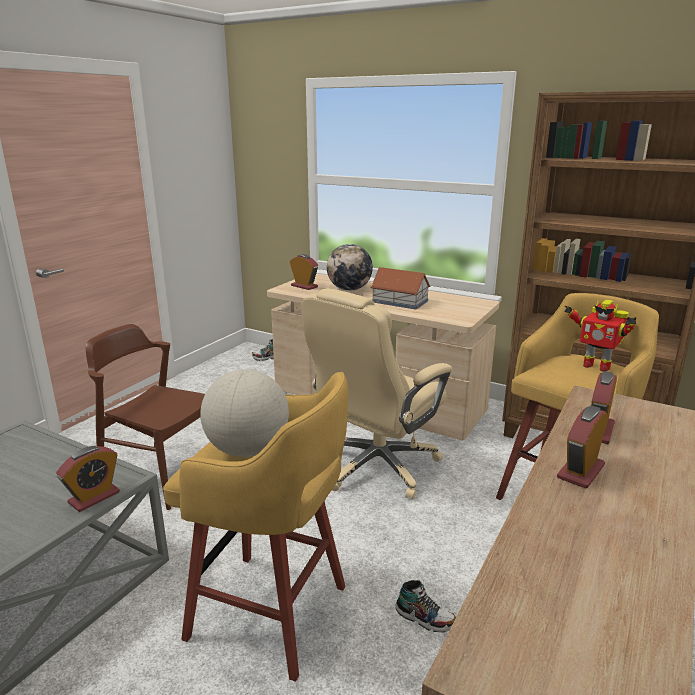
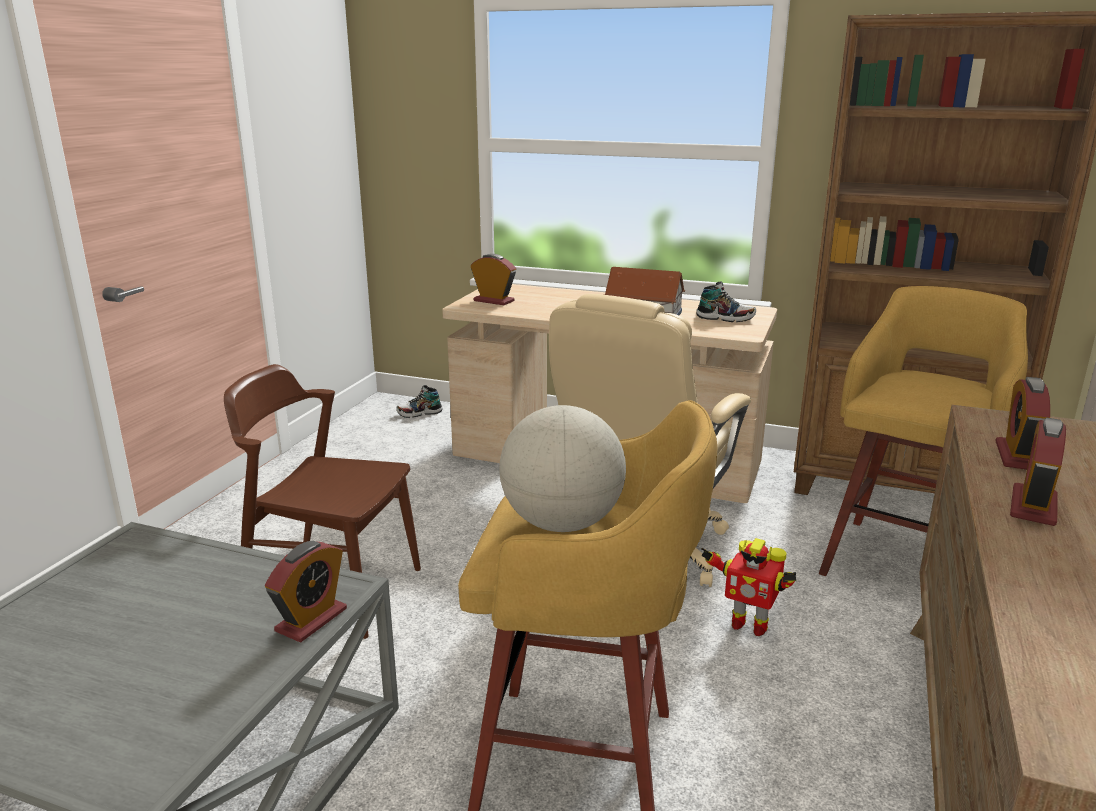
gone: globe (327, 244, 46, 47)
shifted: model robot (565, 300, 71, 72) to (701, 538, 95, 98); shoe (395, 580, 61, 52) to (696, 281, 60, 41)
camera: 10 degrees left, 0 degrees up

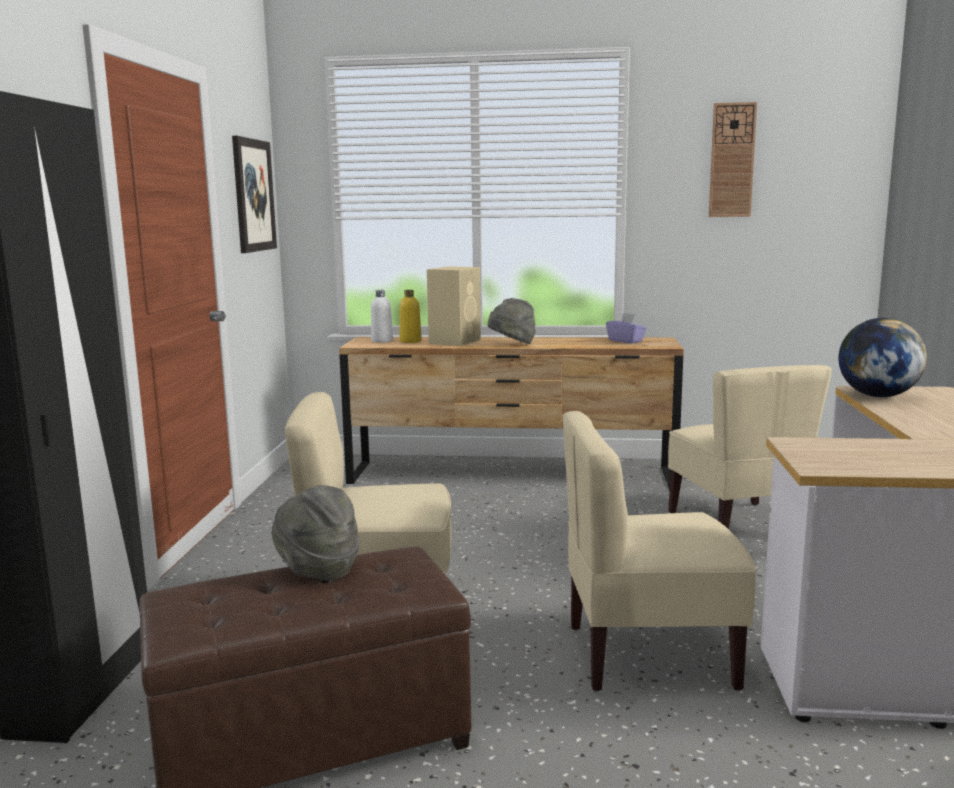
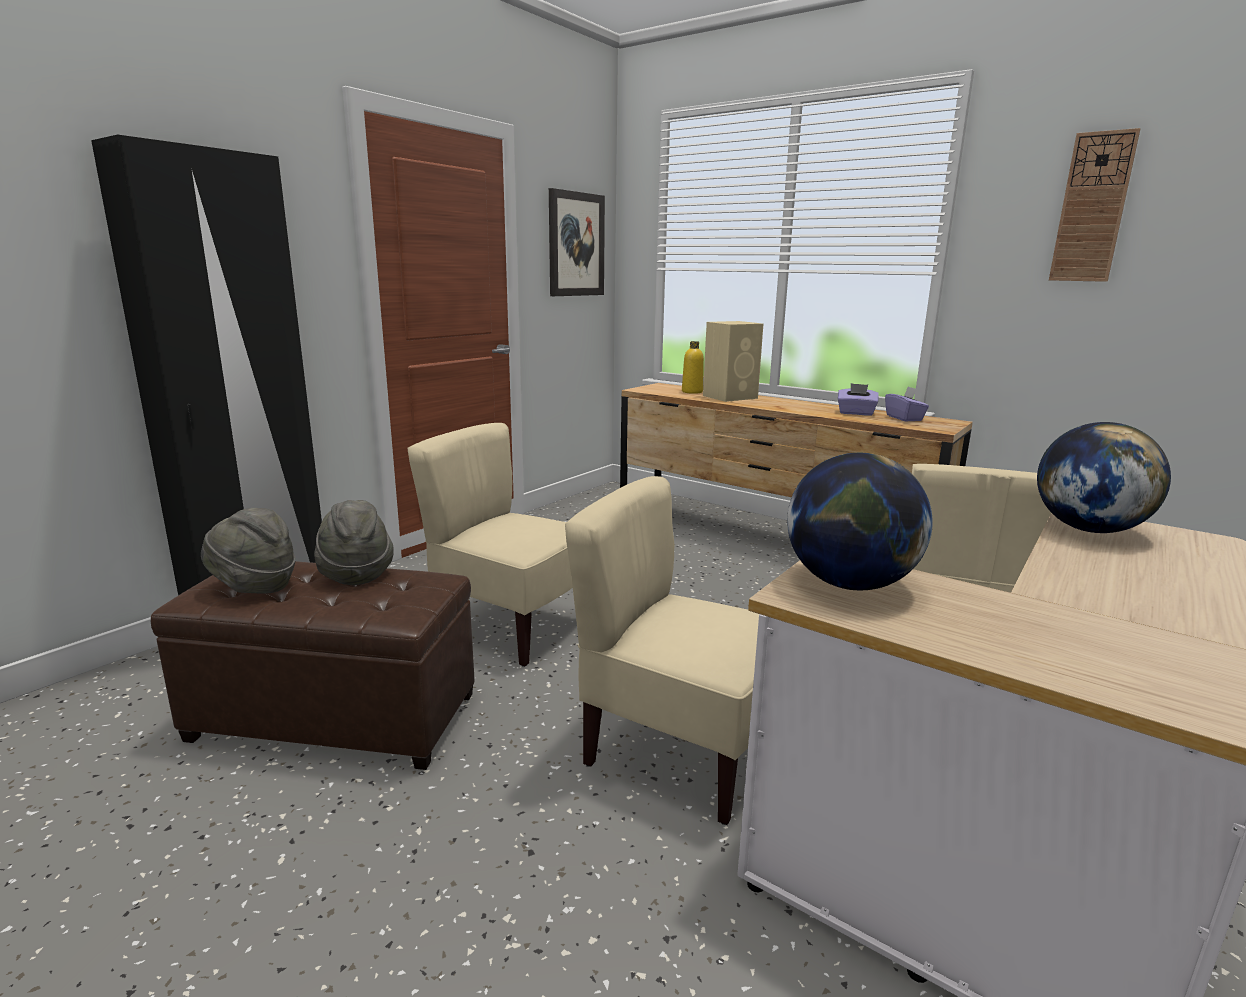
gone: white bottle (371, 290, 22, 53)
new: purplish box of tissues (838, 383, 41, 33); globe (787, 453, 146, 137)
shifted: grey clothing hat (488, 298, 48, 46) to (201, 508, 95, 85)
camera: 30 degrees right, 5 degrees up

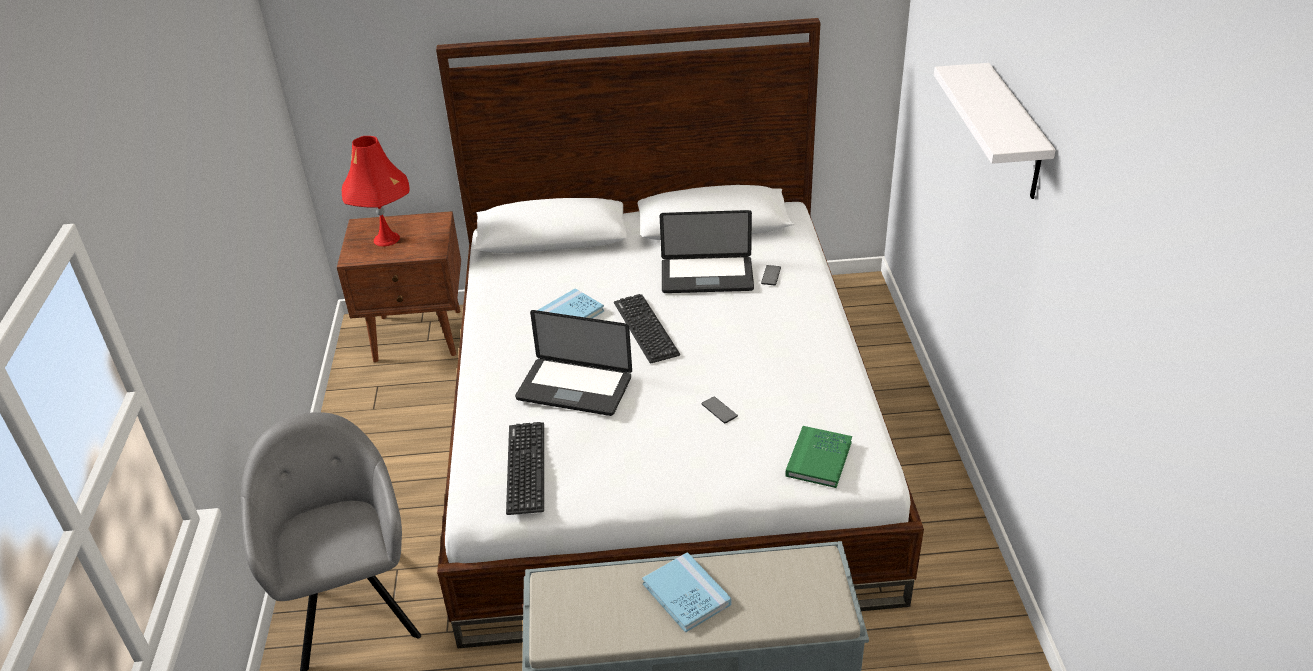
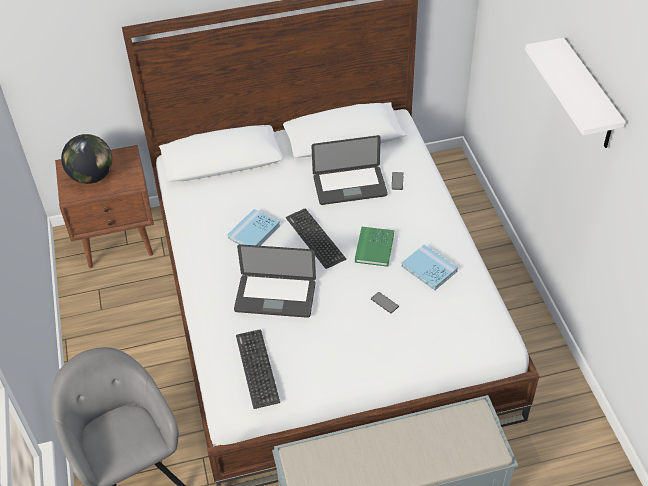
shifted: green book (785, 426, 67, 62) to (355, 227, 39, 40); blue book (642, 552, 90, 81) to (401, 245, 57, 45)
swapped: red table lamp (342, 136, 68, 111) to globe (61, 134, 51, 50)
camera: 10 degrees left, 10 degrees up

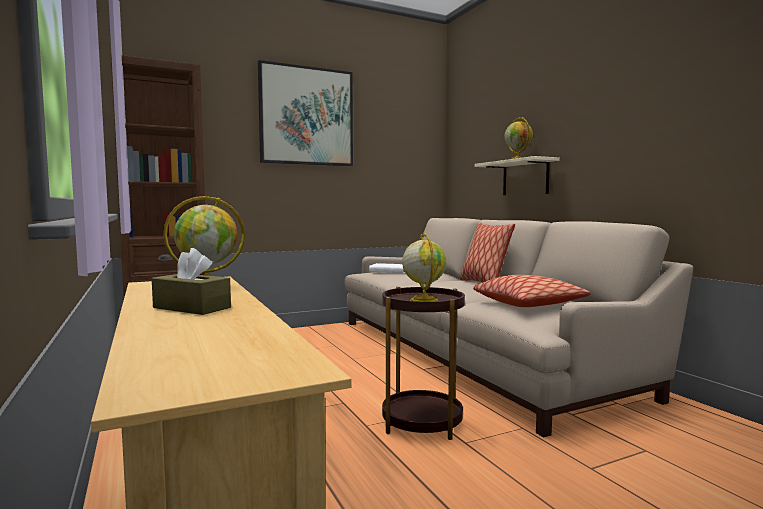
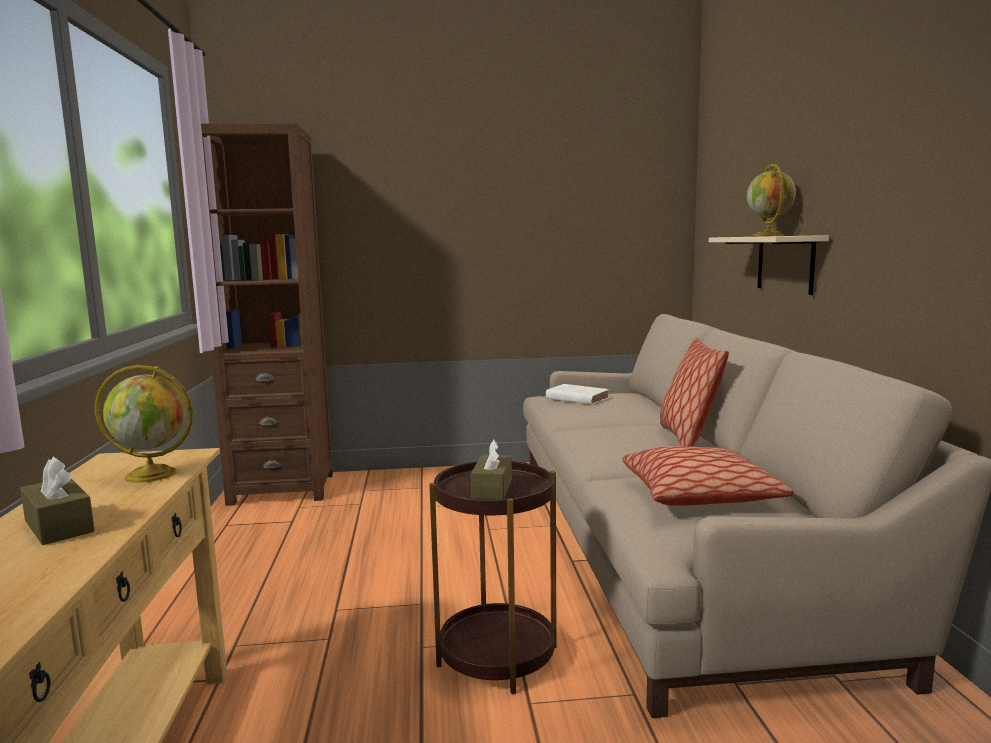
gone: wall picture (258, 60, 95, 106)
swapped: globe (402, 234, 44, 67) to brown box of tissues (471, 439, 41, 60)
camera: 20 degrees right, 5 degrees up

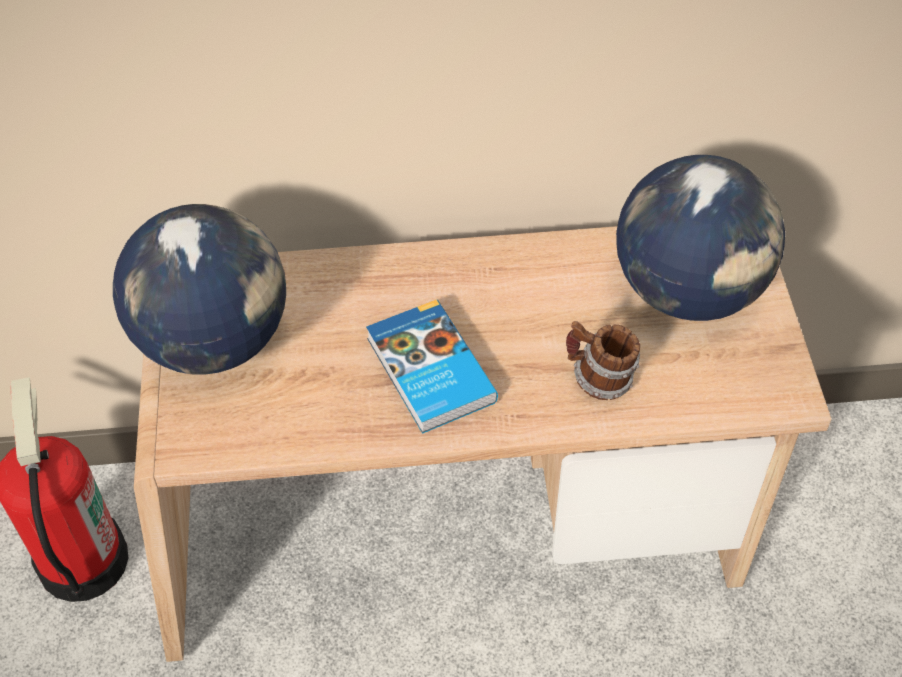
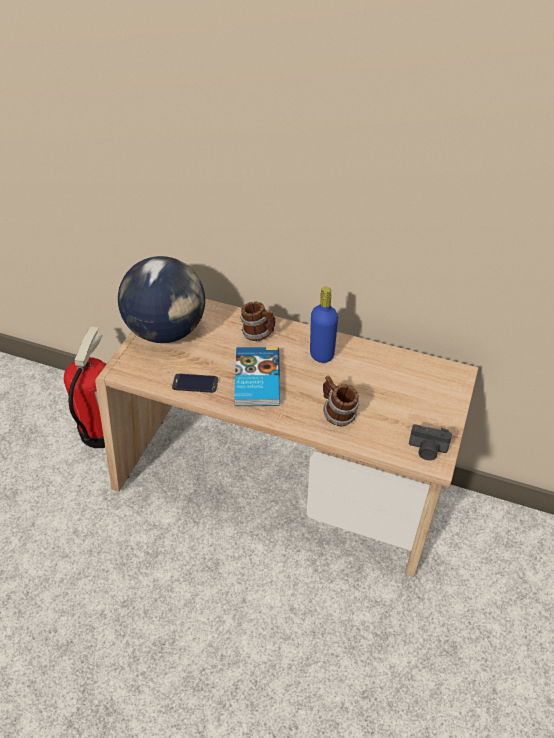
gone: globe (616, 155, 169, 166)
new: blue bottle (310, 287, 28, 76); coffee mug (240, 302, 35, 39); phone (172, 373, 46, 20); still camera (409, 424, 43, 36)
camera: 25 degrees right, 5 degrees down

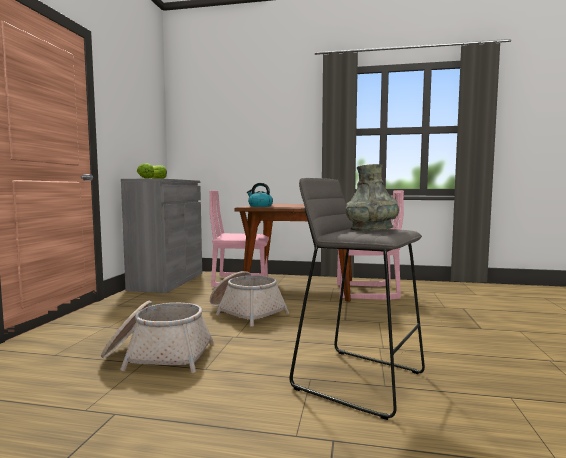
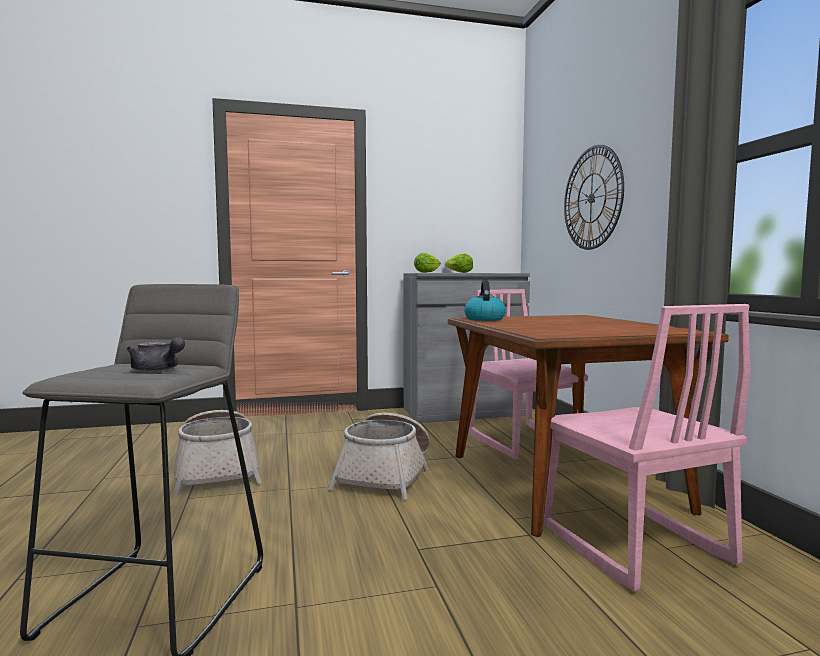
new: wall clock (564, 145, 60, 105)
swapped: grey vase (346, 164, 53, 67) to grey tea pot (126, 337, 59, 34)
camera: 65 degrees right, 0 degrees up

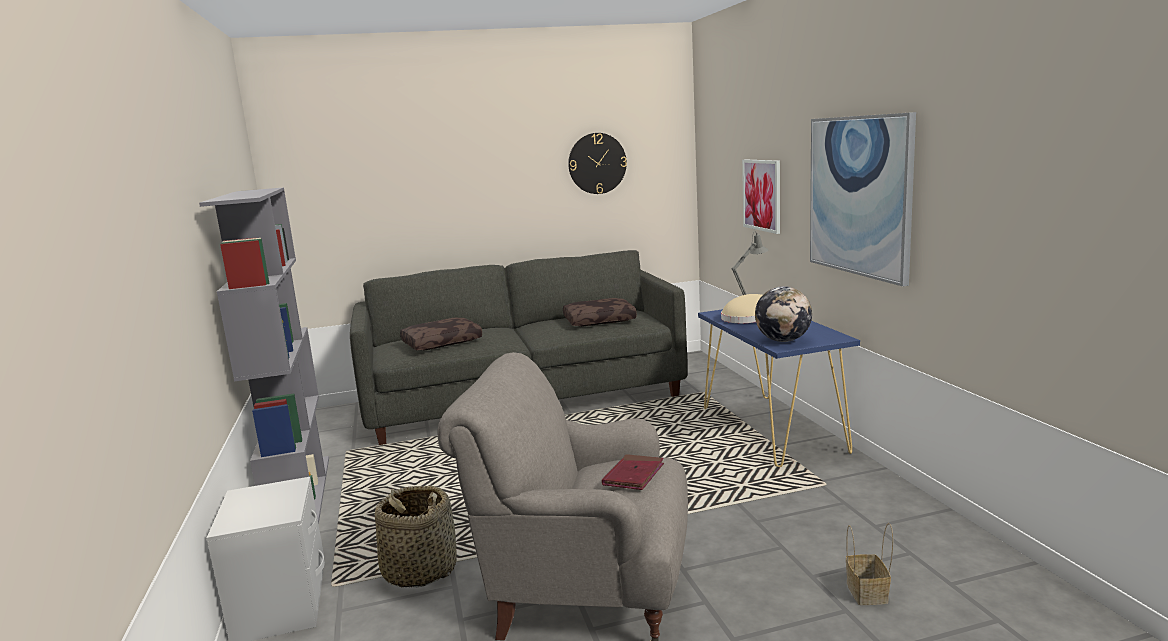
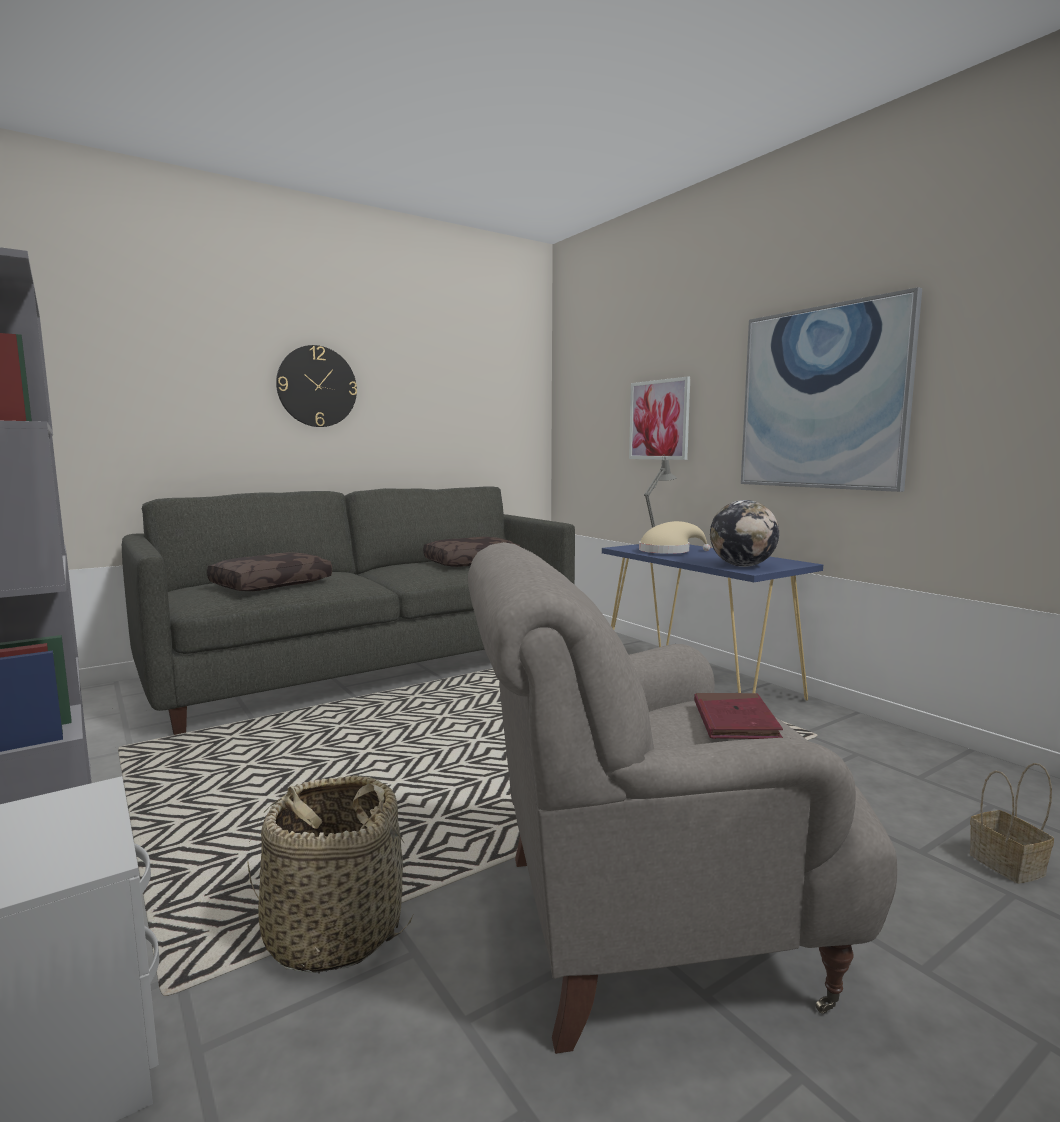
shifted: wall clock (568, 133, 59, 61) to (276, 345, 81, 82)
camera: 20 degrees left, 5 degrees down

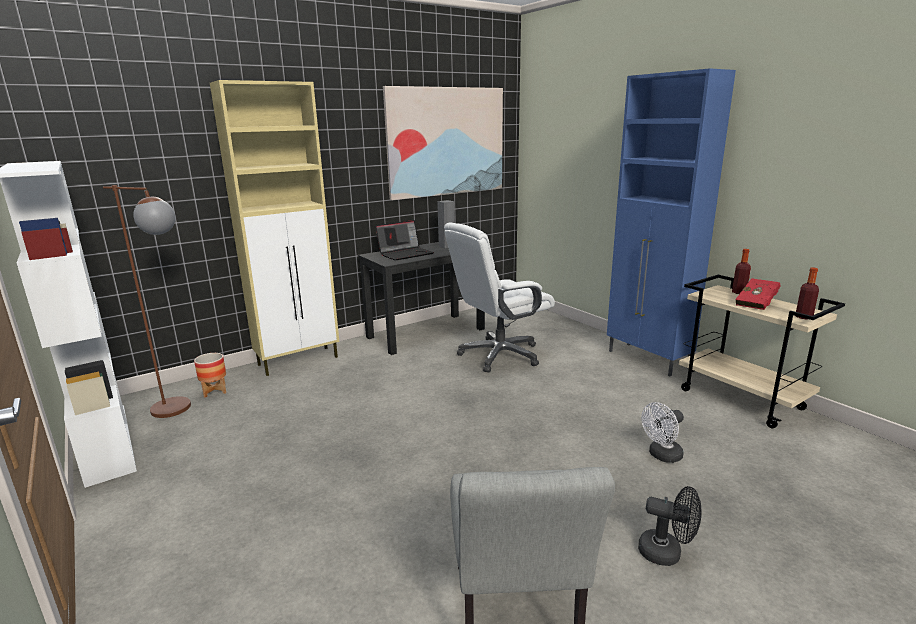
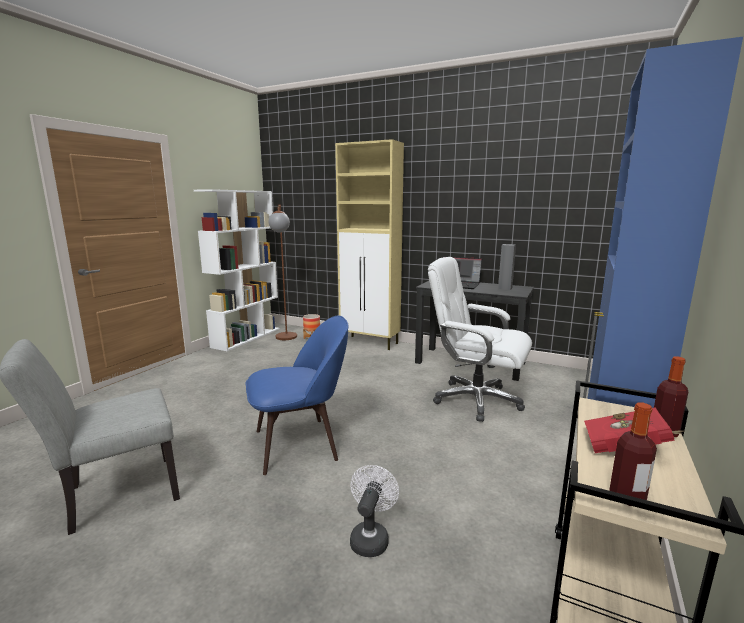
gone: wall picture (383, 86, 120, 114); blackish fan (638, 486, 63, 80)
new: blue chair (246, 316, 102, 159)
rotated: white fan (641, 402, 43, 61) = (350, 465, 49, 92) 75 degrees clockwise
camera: 60 degrees right, 5 degrees down

